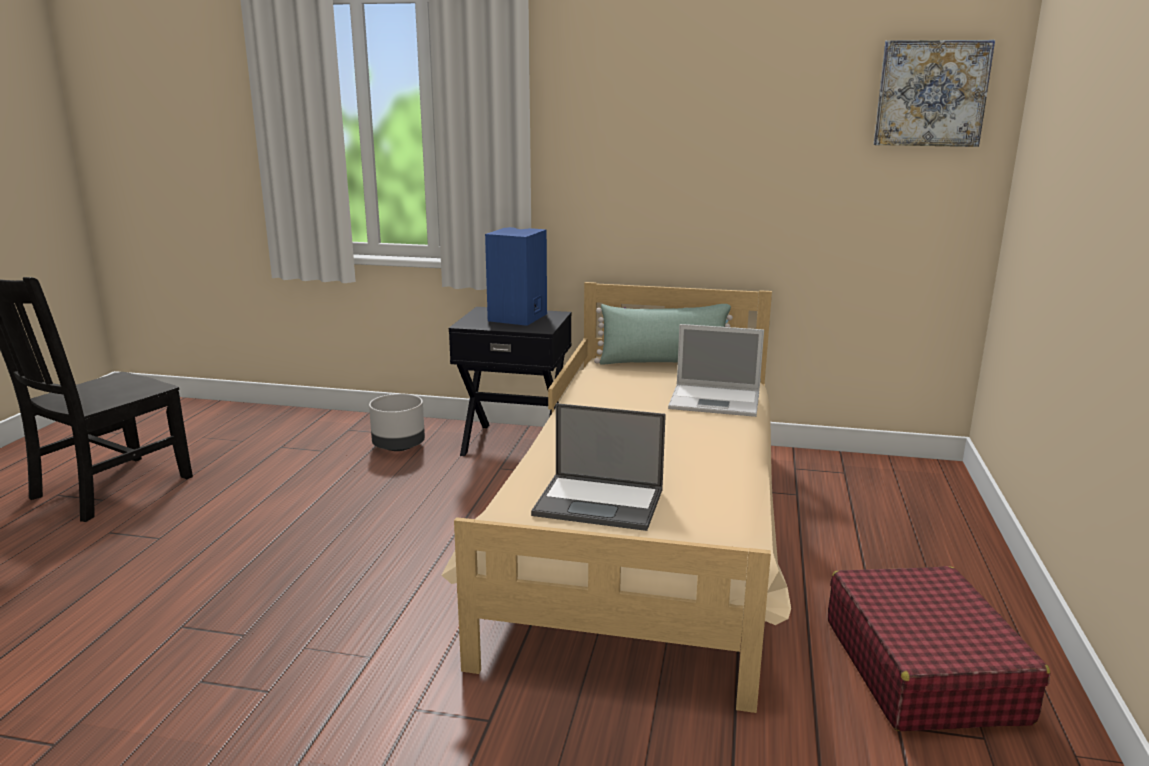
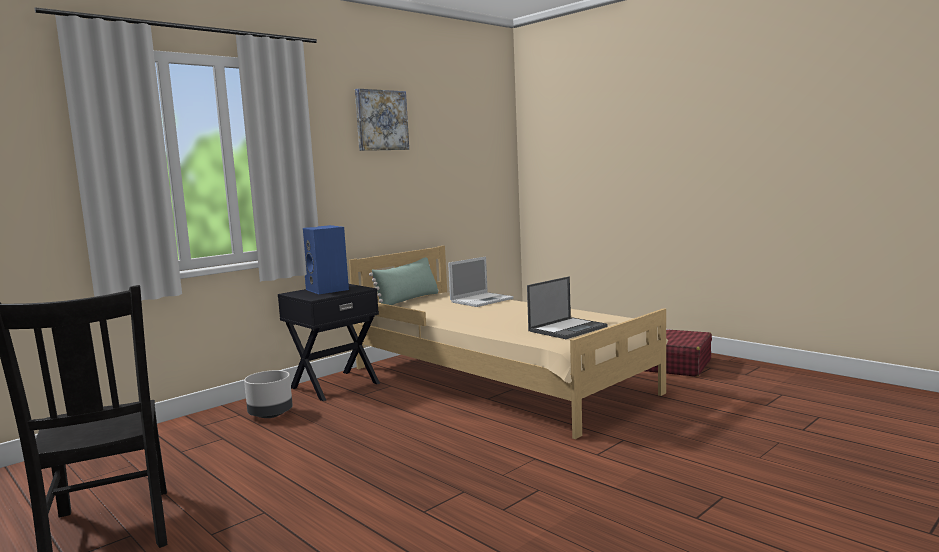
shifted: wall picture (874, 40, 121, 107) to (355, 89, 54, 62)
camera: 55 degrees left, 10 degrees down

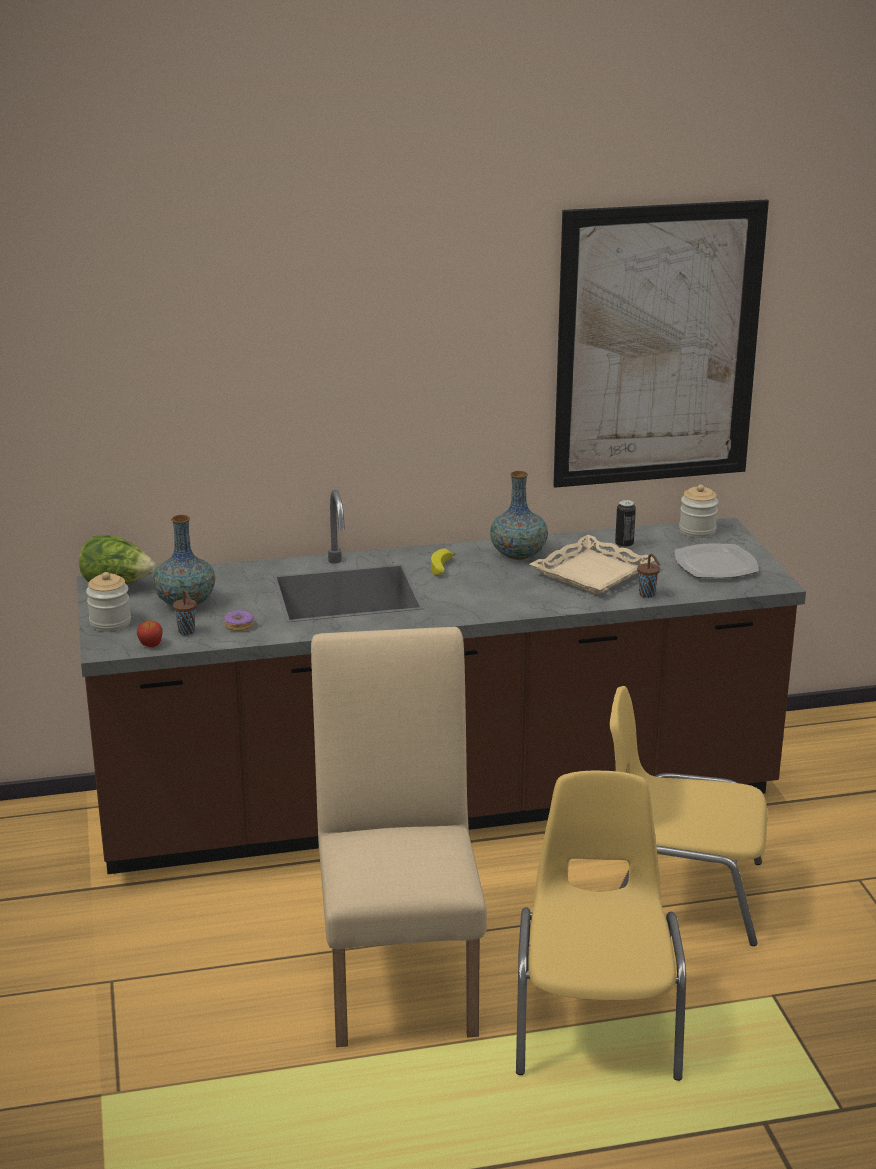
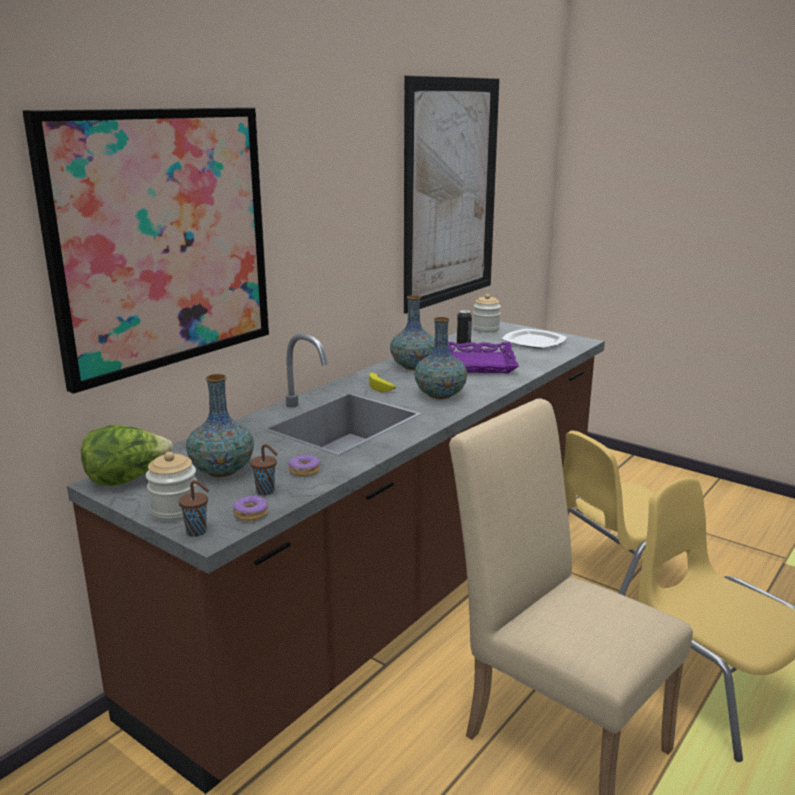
new: wall picture (23, 107, 246, 287); vase (414, 317, 53, 82)
shifted: brown drinking cup (637, 554, 23, 44) to (179, 480, 30, 57)
swapped: apple fruit (137, 621, 26, 26) to ring doughnut (233, 495, 35, 26)
repainted: sand-coloured tray (529, 535, 126, 60) to purplish tray (448, 342, 71, 31)
camera: 40 degrees left, 5 degrees down

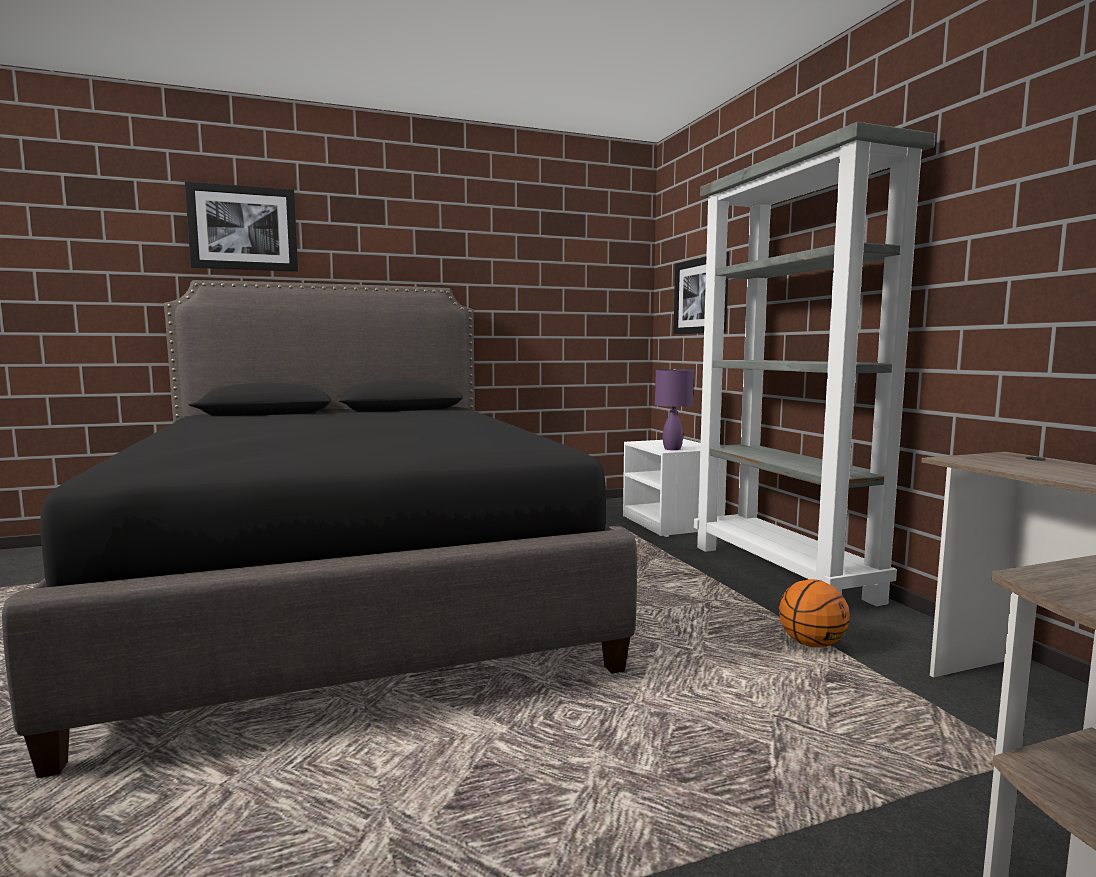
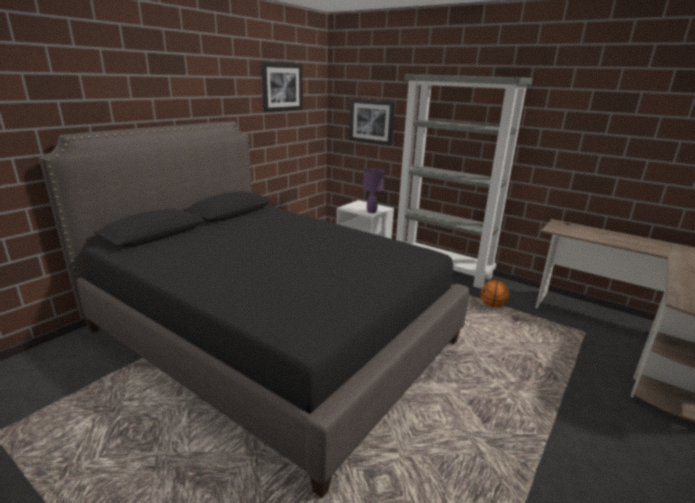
shifted: wall picture (185, 181, 113, 91) to (261, 62, 42, 50)
camera: 35 degrees left, 15 degrees up

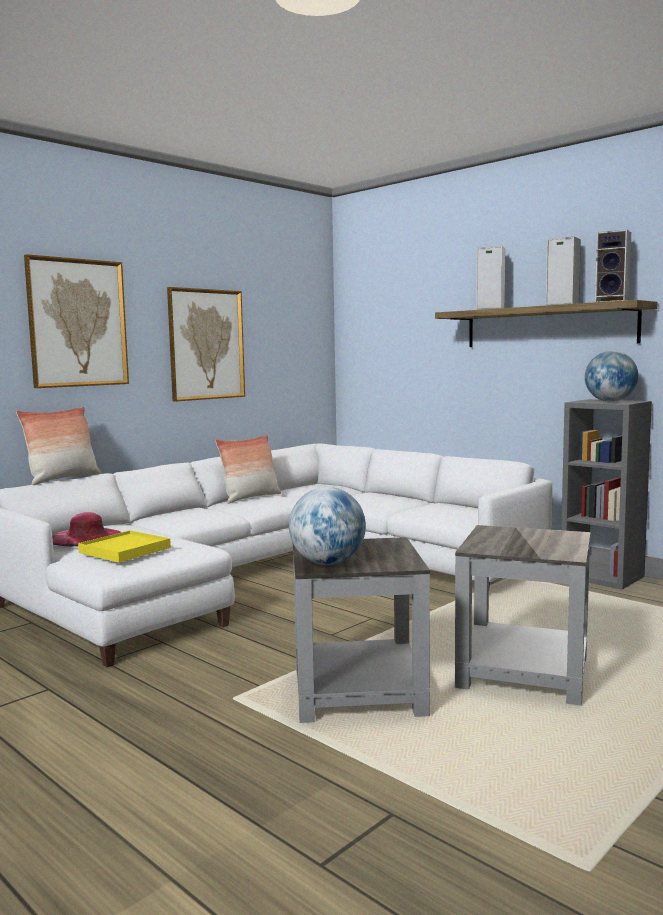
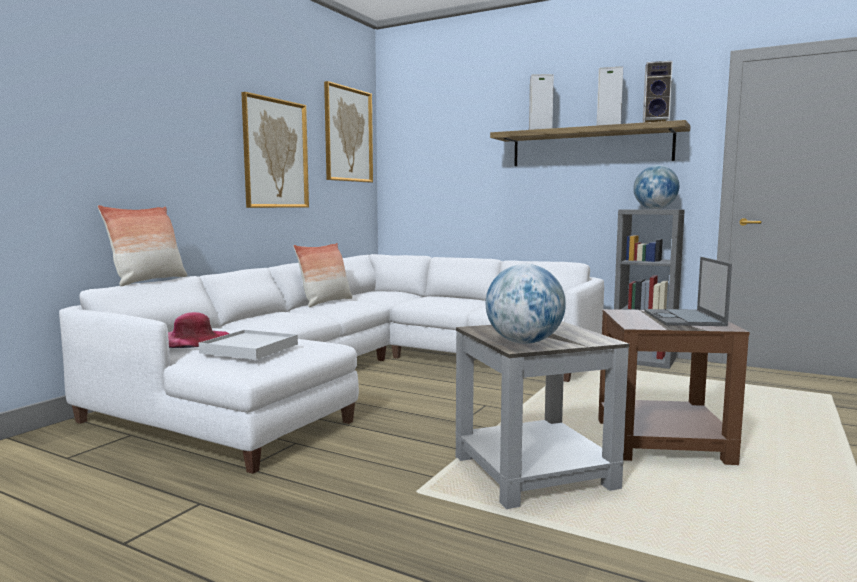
new: laptop (644, 257, 88, 69)
shifted: wall picture (24, 254, 105, 134) to (324, 81, 49, 102)
repainted: grey accent table (455, 525, 136, 181) to brown accent table (598, 309, 152, 156); yellow-coloured tray (78, 530, 93, 32) to white tray (199, 330, 99, 30)
camera: 15 degrees left, 0 degrees up

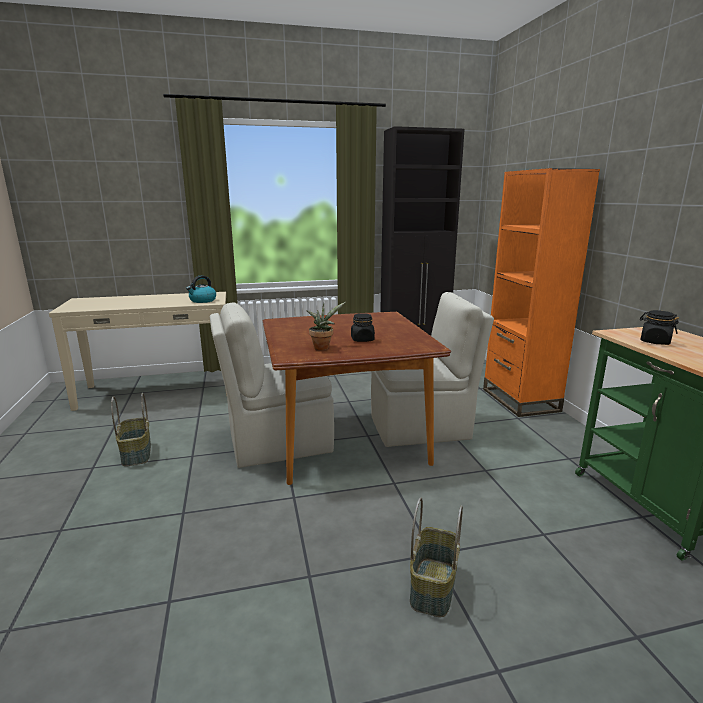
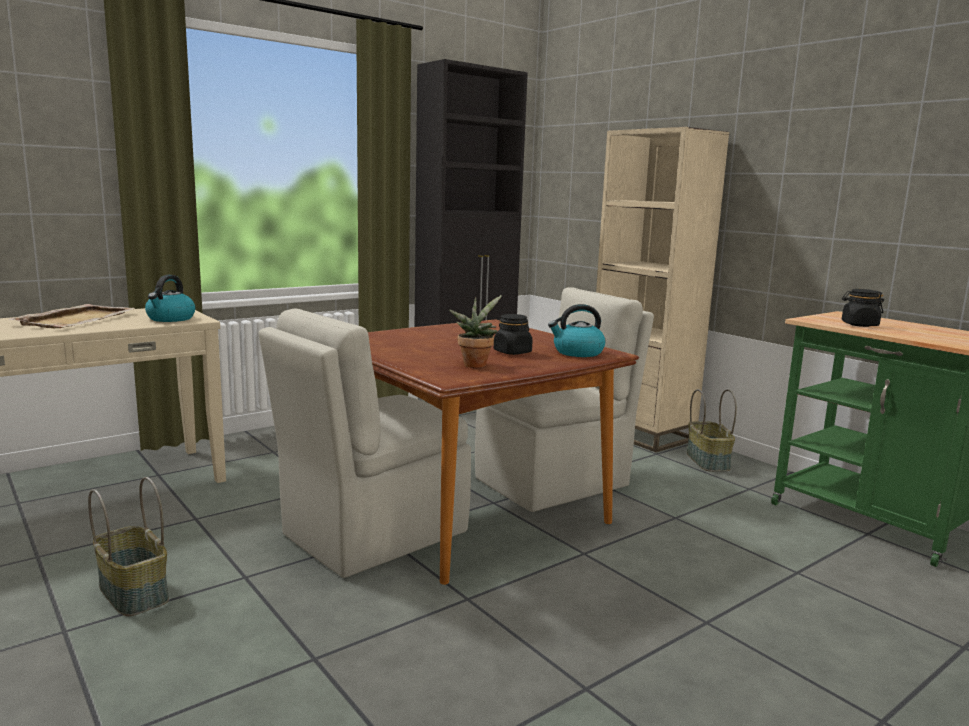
new: sand-coloured tray (8, 304, 128, 25); tea kettle (548, 304, 57, 53)
shifted: household basket (410, 497, 53, 120) to (687, 389, 50, 82)
repainted: orange-coloured bookcase (483, 168, 117, 249) to sand-coloured bookcase (596, 127, 134, 325)
camera: 25 degrees left, 5 degrees down

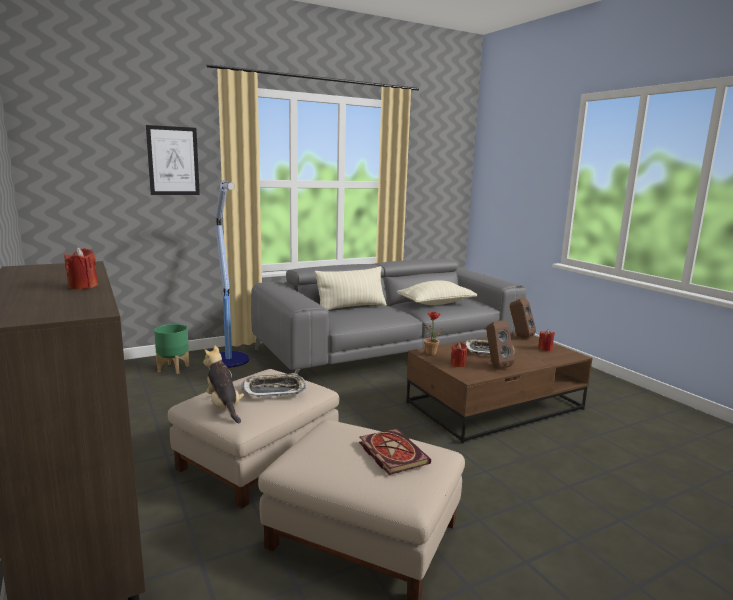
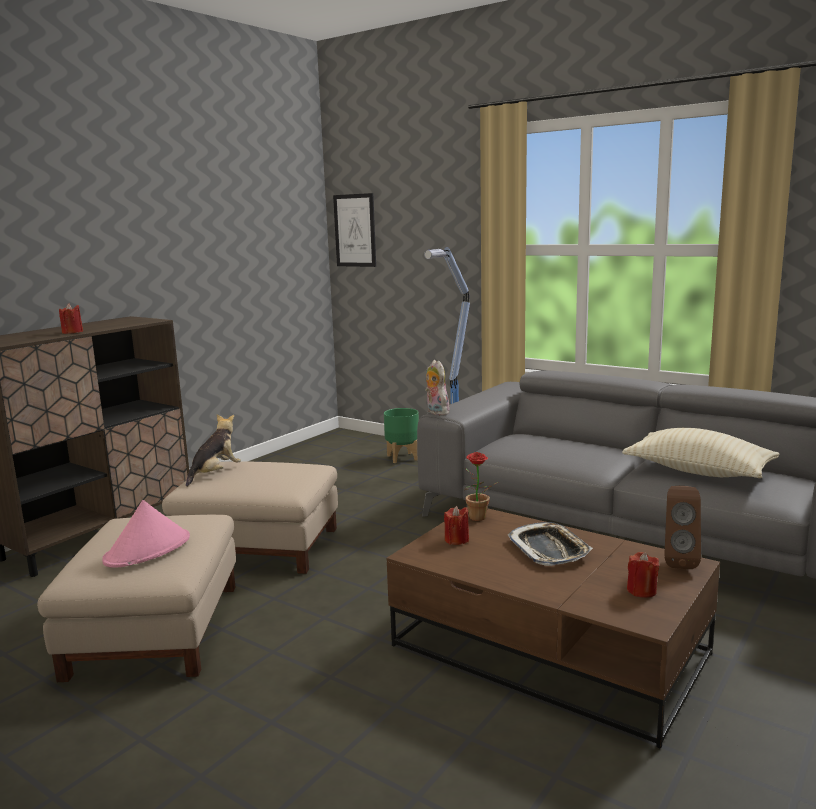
gone: sand-coloured cushion (315, 266, 72, 44); brown audio speaker (486, 320, 29, 48); tray (241, 373, 65, 24)
new: soft toy (425, 360, 26, 55)
shifted: wall picture (146, 125, 54, 70) to (333, 193, 43, 74)
swapped: book (359, 429, 72, 46) to pink-coloured clothing hat (102, 500, 88, 68)
camera: 65 degrees right, 0 degrees up

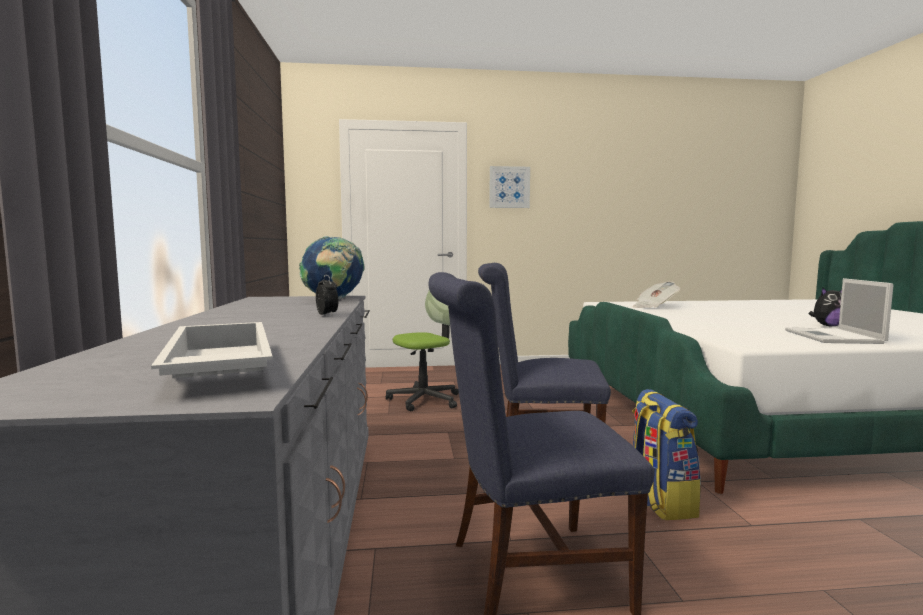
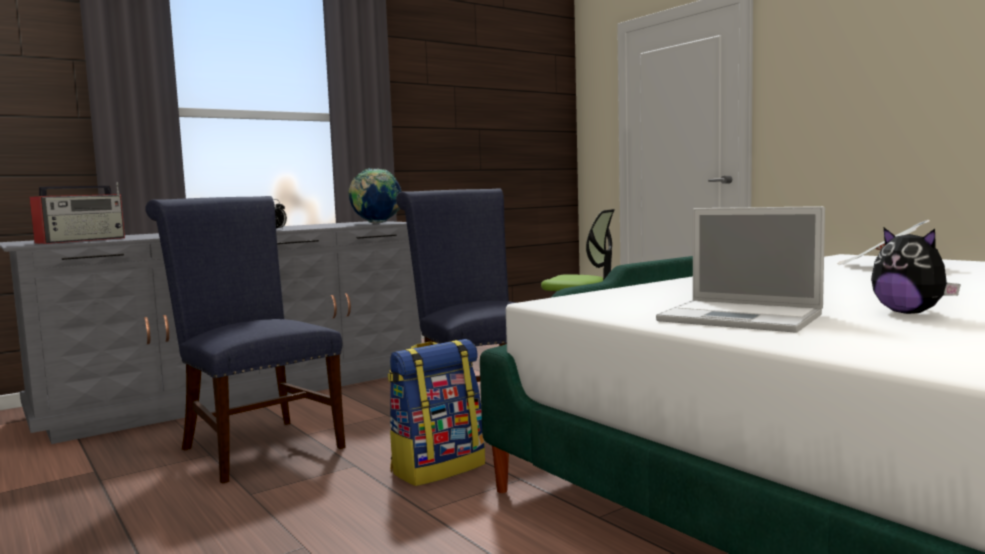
gone: wall picture (489, 166, 41, 42)
swapped: white tray (151, 322, 122, 56) to radio receiver (30, 182, 95, 62)
rotated: laptop (785, 278, 109, 66) = (656, 206, 169, 127) 120 degrees counterclockwise
camera: 60 degrees right, 0 degrees up

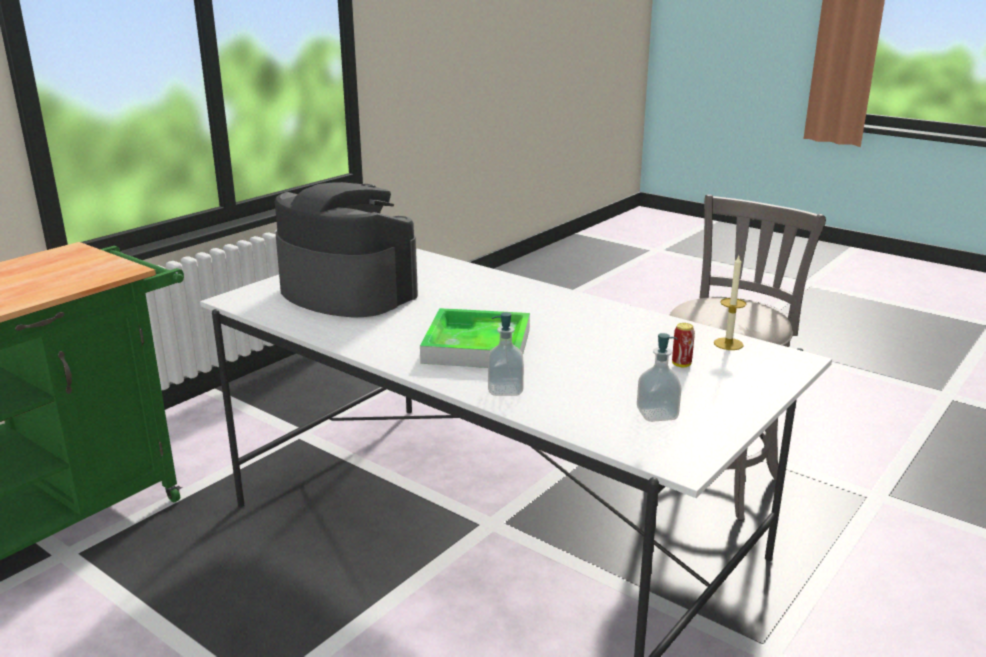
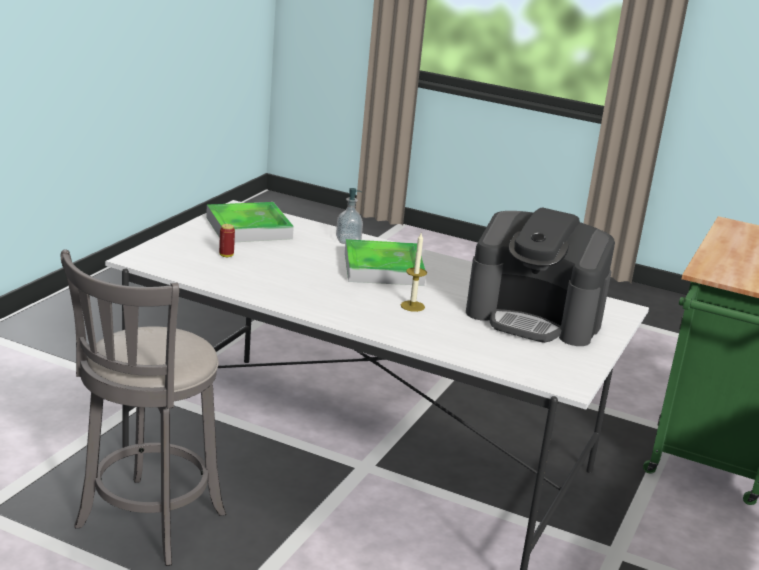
shifted: wax candle (714, 256, 32, 94) to (401, 233, 26, 79)
swapped: soap bottle (637, 333, 45, 89) to tray (206, 202, 88, 41)
camera: 165 degrees right, 0 degrees up

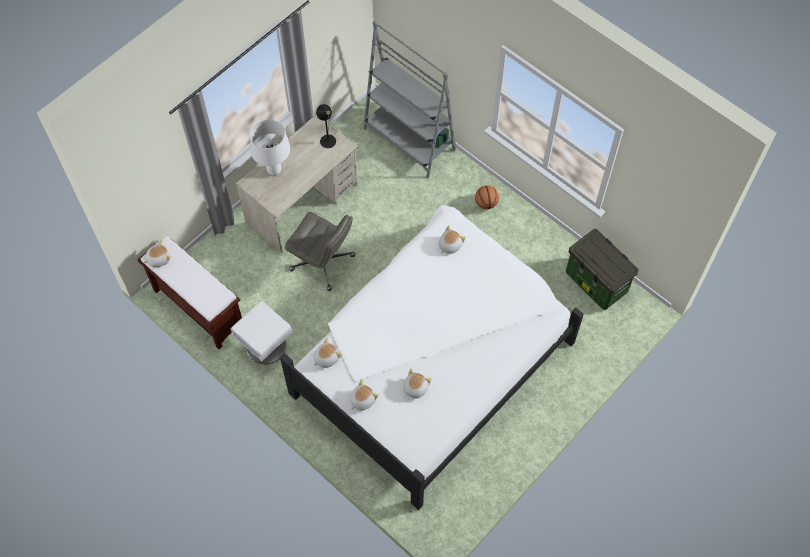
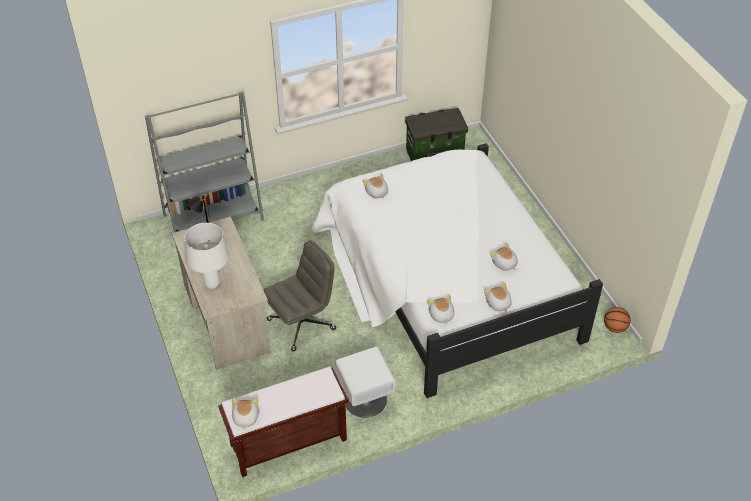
shifted: ball for basketball (475, 185, 24, 24) to (604, 307, 27, 26)
camera: 65 degrees left, 15 degrees down

